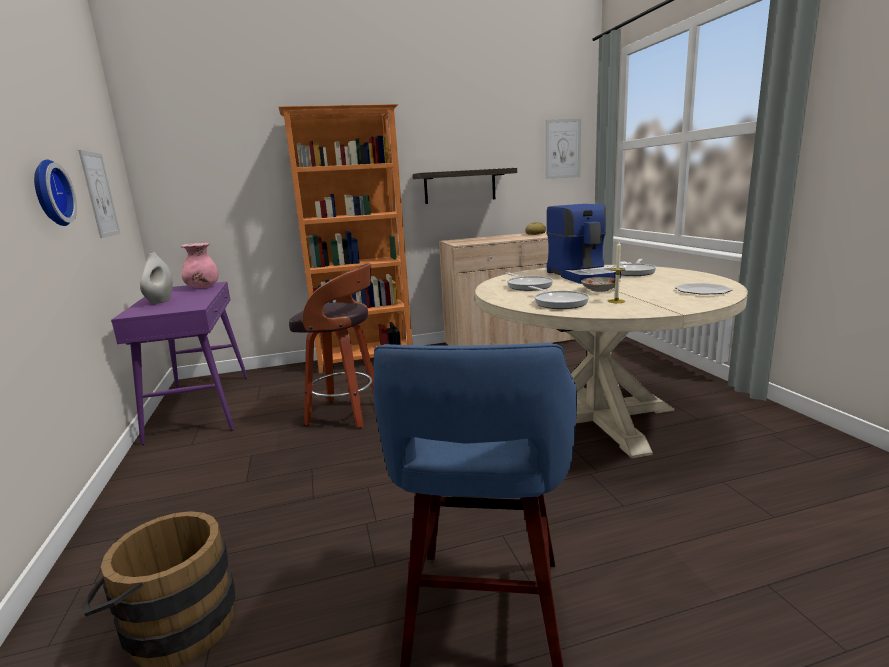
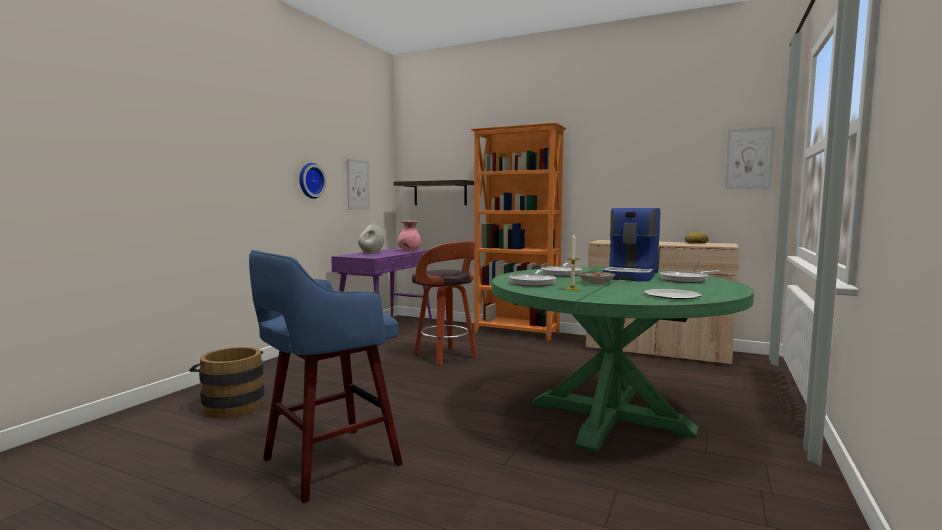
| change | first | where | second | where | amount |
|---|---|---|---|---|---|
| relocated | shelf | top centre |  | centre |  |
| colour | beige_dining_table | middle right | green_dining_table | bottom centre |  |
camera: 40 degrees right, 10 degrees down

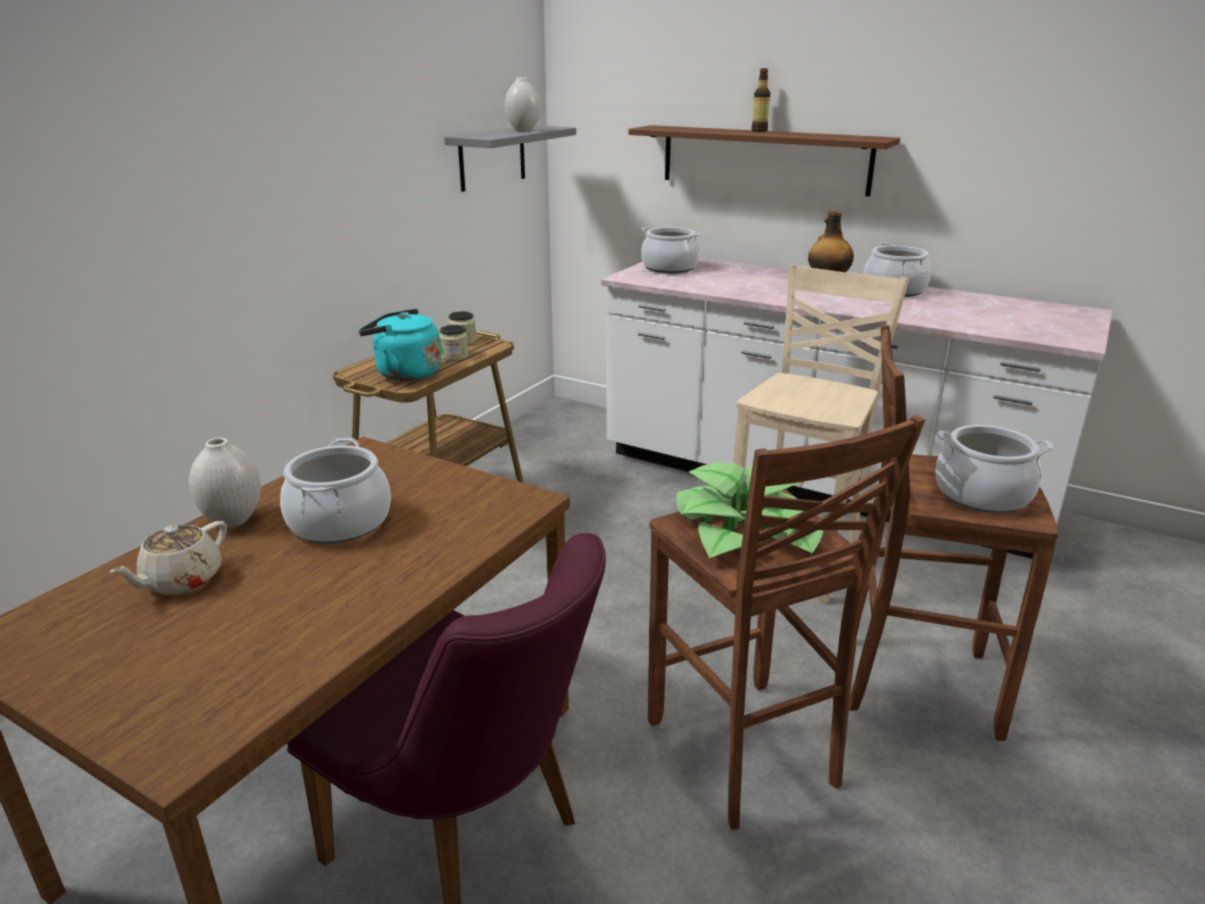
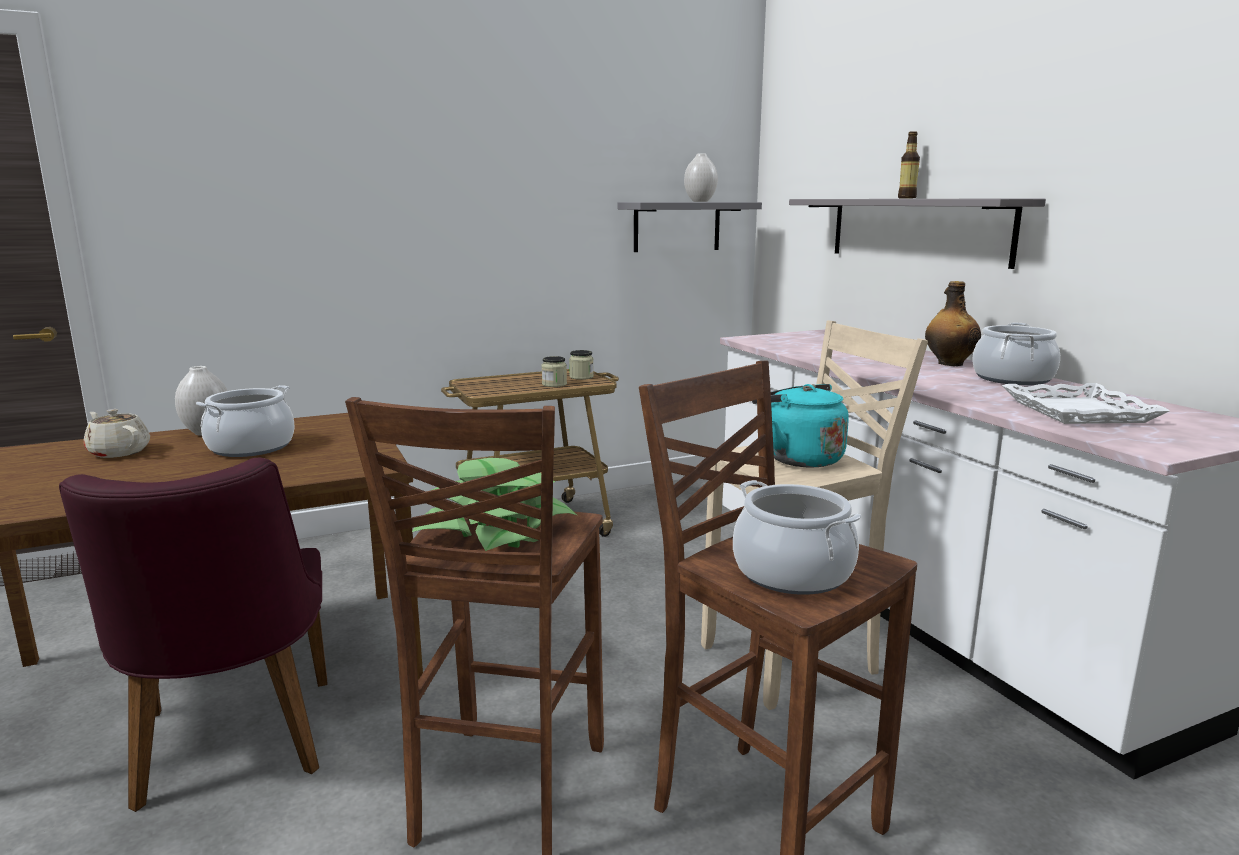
| change | first | where | second | where | amount |
|---|---|---|---|---|---|
| missing | cooking_pot (no. 2 from left) | top centre |  |  |  |
| appeared |  |  | white_tray | middle right |  |
| relocated | turquoise_kettle | middle left |  | centre |  |
| colour | brown_shelf | top centre | grey_shelf (no. 2 from left) | top right |  |
| spun | beige_teapot | middle left |  | middle left | 60 degrees clockwise |
camera: 35 degrees right, 10 degrees down

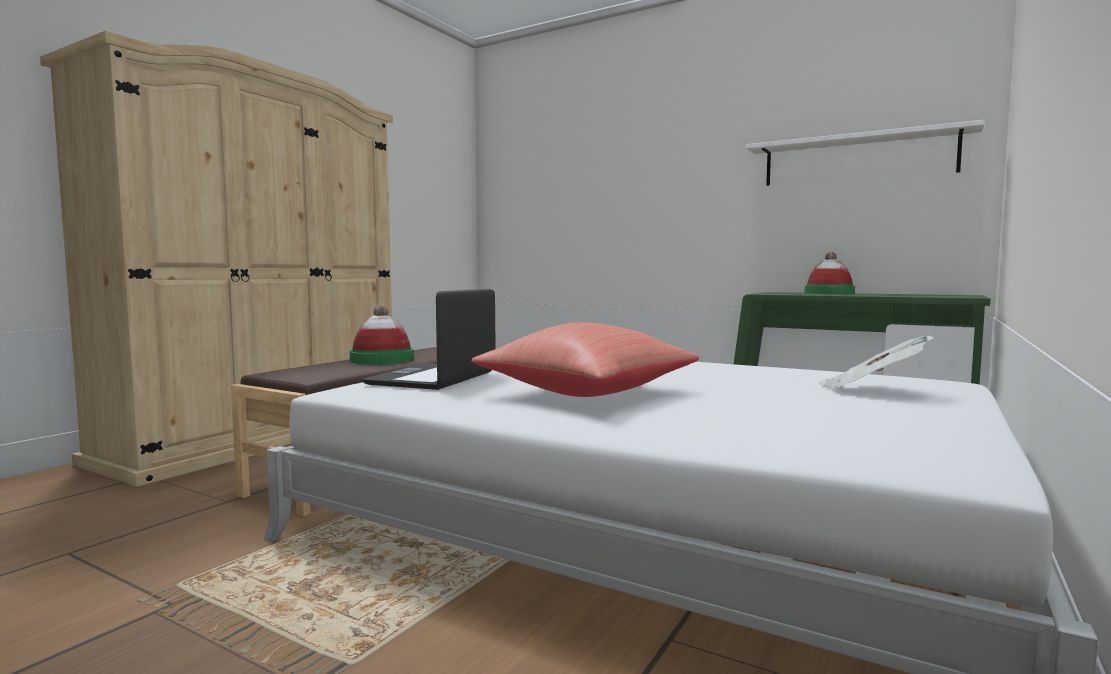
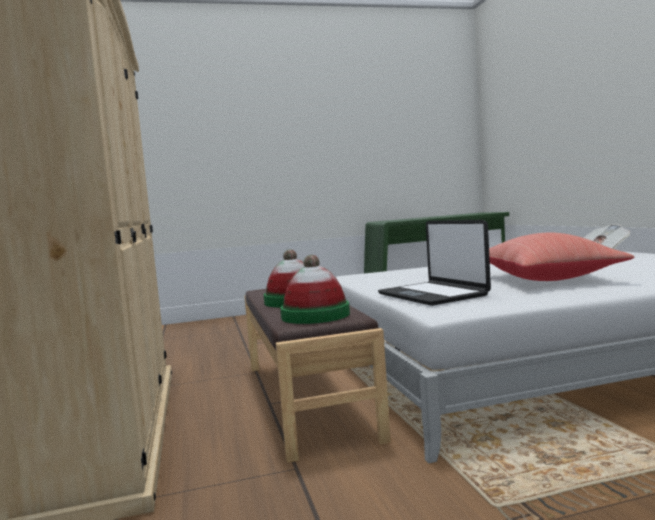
| change | first | where | second | where | amount |
|---|---|---|---|---|---|
| missing | white_shelf | top right |  |  |  |
| relocated | hat (no. 2 from left) | middle right |  | centre |  |
camera: 45 degrees left, 0 degrees up

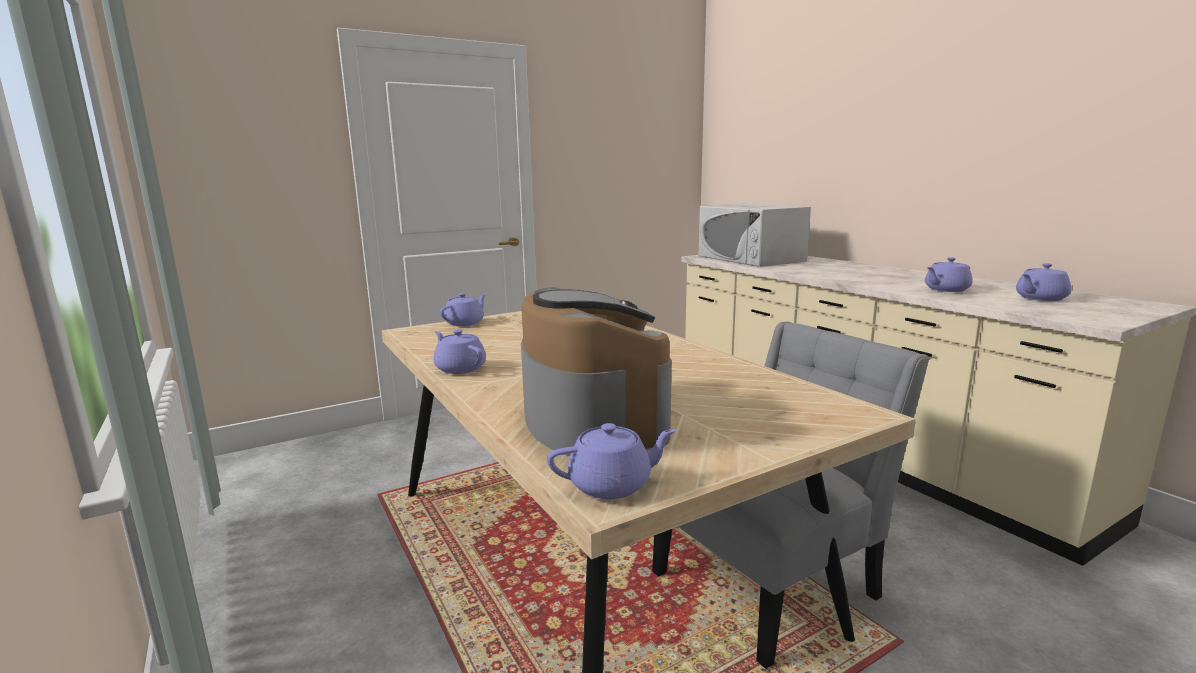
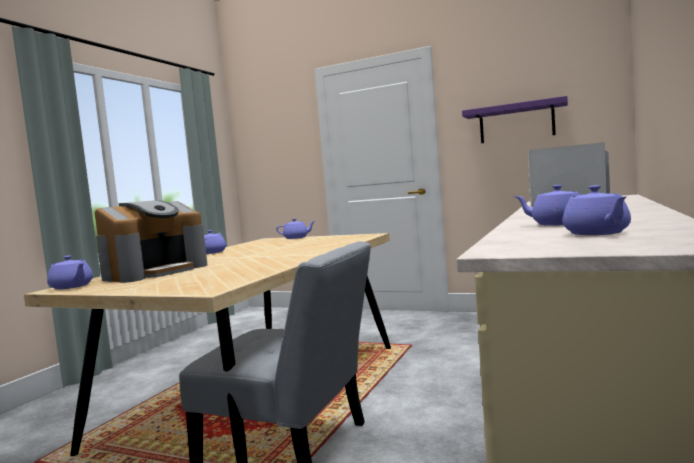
| change | first | where | second | where | amount |
|---|---|---|---|---|---|
| appeared |  |  | purple_shelf | top right |  |
| spun | purple_teapot (no. 5 from left) | middle right |  | middle right | 120 degrees counterclockwise |
camera: 55 degrees right, 10 degrees down

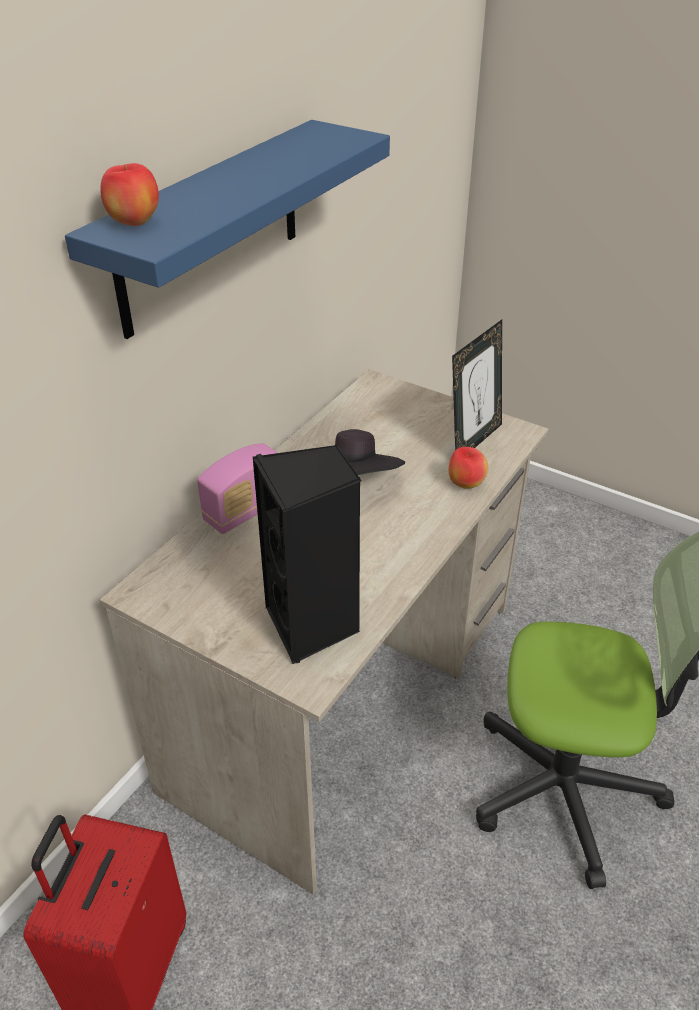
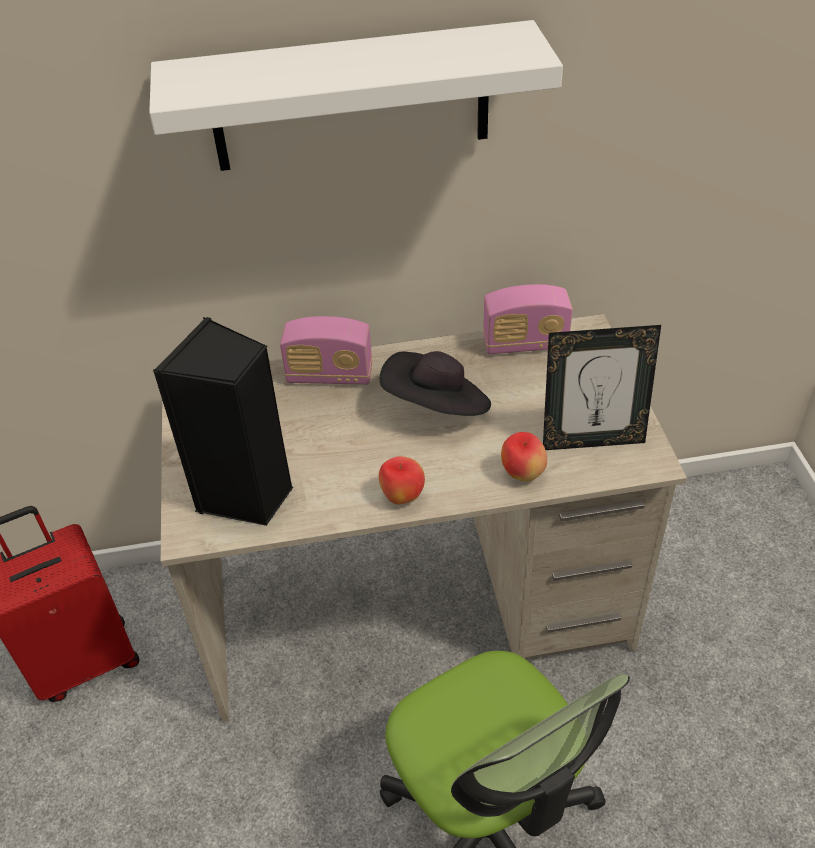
| change | first | where | second | where | amount |
|---|---|---|---|---|---|
| appeared |  |  | radio (no. 2 from left) | centre |  |
| relocated | apple (no. 1 from left) | top left |  | centre |  |
| colour | blue_shelf | top left | white_shelf | top centre |  |
camera: 50 degrees right, 5 degrees up

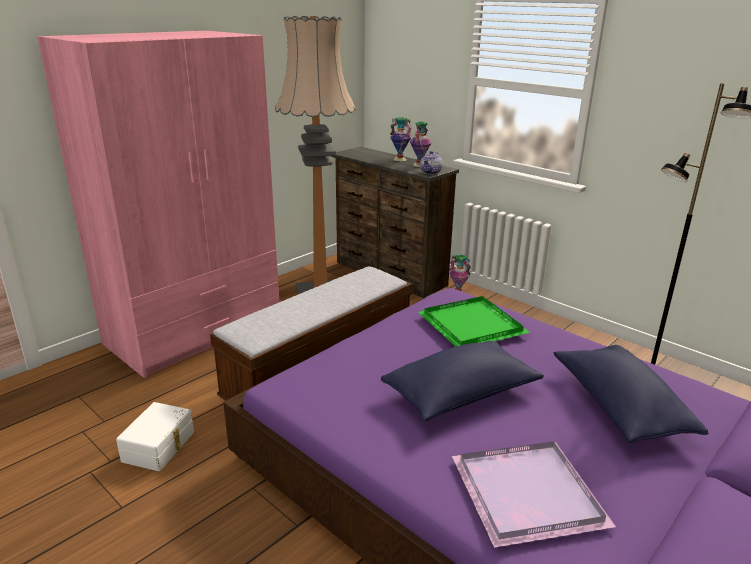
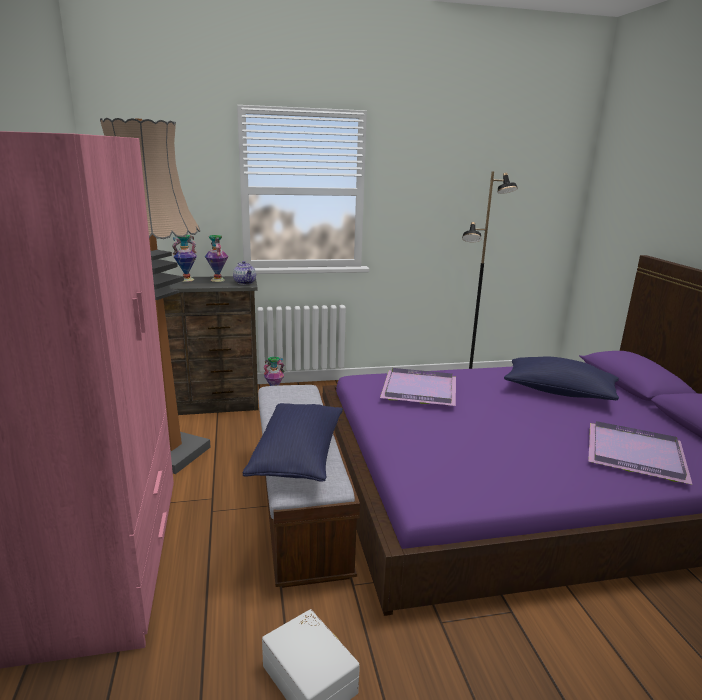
| change | first | where | second | where | amount |
|---|---|---|---|---|---|
| relocated | blue_pillow (no. 1 from left) | bottom centre |  | centre |  |
| colour | green_tray | centre | purple_tray (no. 1 from left) | centre |  |
camera: 55 degrees left, 5 degrees down

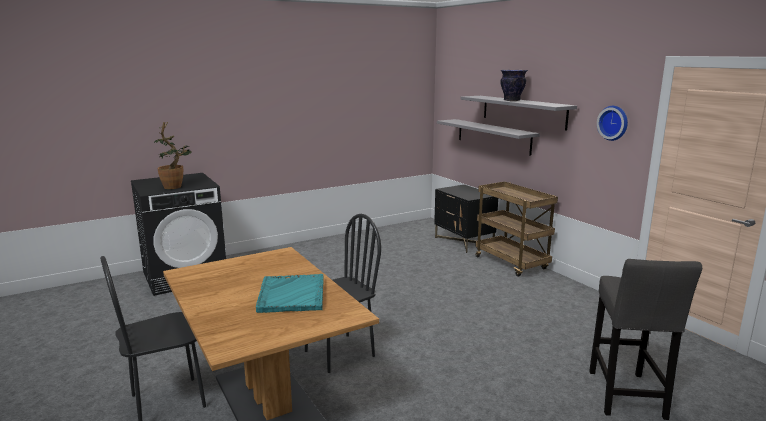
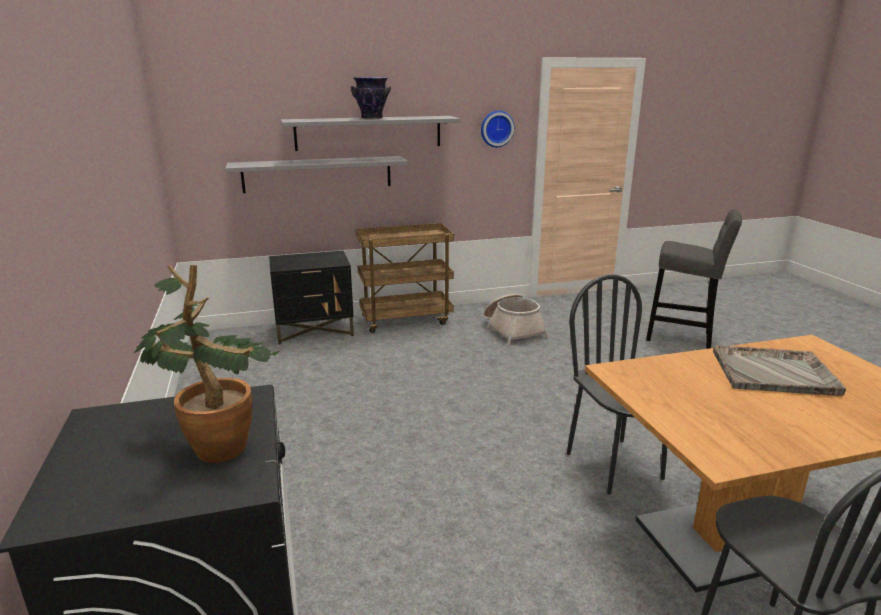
| change | first | where | second | where | amount |
|---|---|---|---|---|---|
| appeared |  |  | basket | centre |  |
| colour | turquoise_tray | bottom centre | grey_tray | middle right |  |
camera: 75 degrees left, 5 degrees up

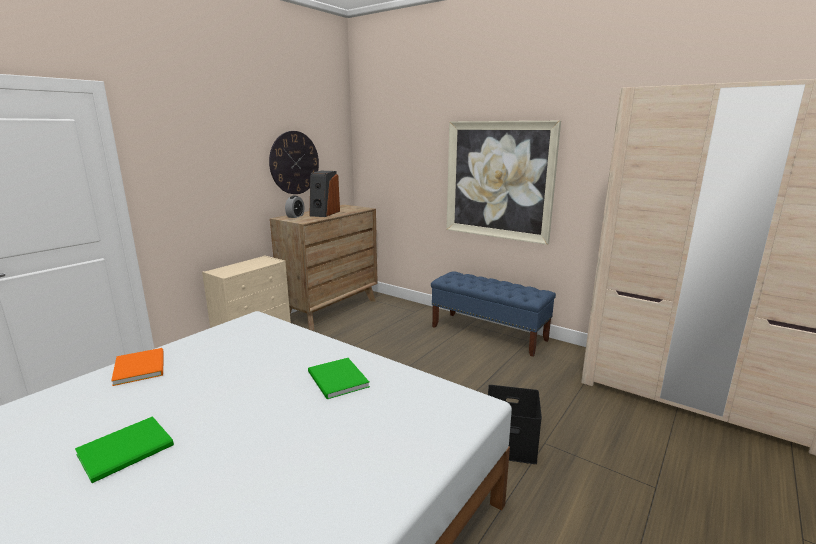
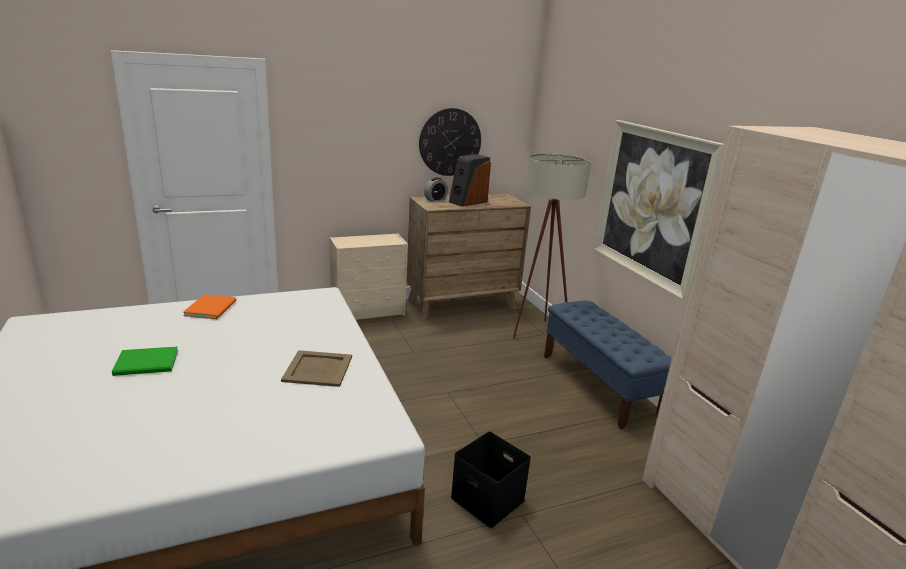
| change | first | where | second | where | amount |
|---|---|---|---|---|---|
| appeared |  |  | beige_floor_lamp | centre |  |
| exchanged | green_book (no. 2 from left) | bottom centre | beige_tray | centre |  |
camera: 30 degrees right, 5 degrees up

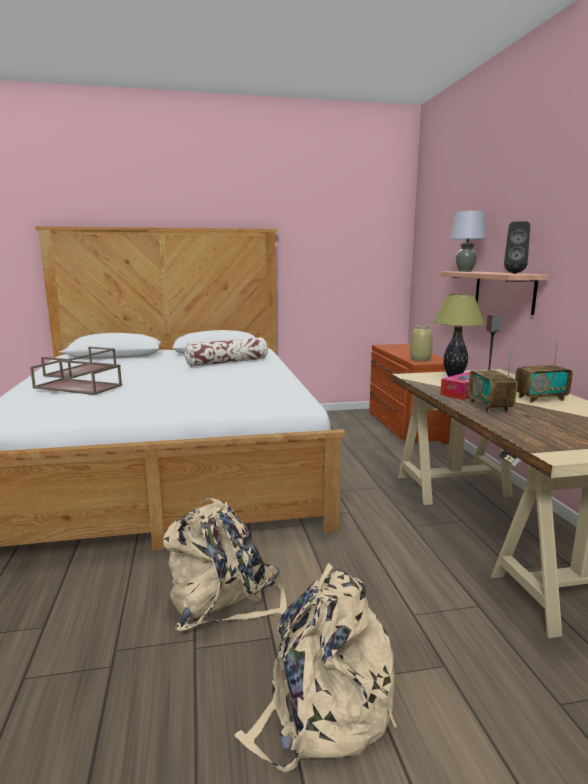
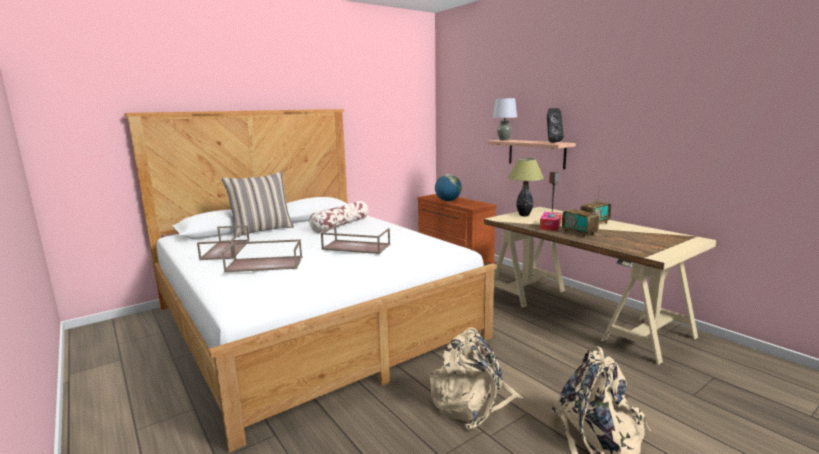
| change | first | where | second | where | amount |
|---|---|---|---|---|---|
| missing | beige_vase | middle right |  |  |  |
| appeared |  |  | pillow (no. 1 from left) | middle left |  |
| appeared |  |  | brown_tray (no. 3 from left) | centre |  |
| appeared |  |  | globe | centre |  |
camera: 25 degrees left, 0 degrees up

